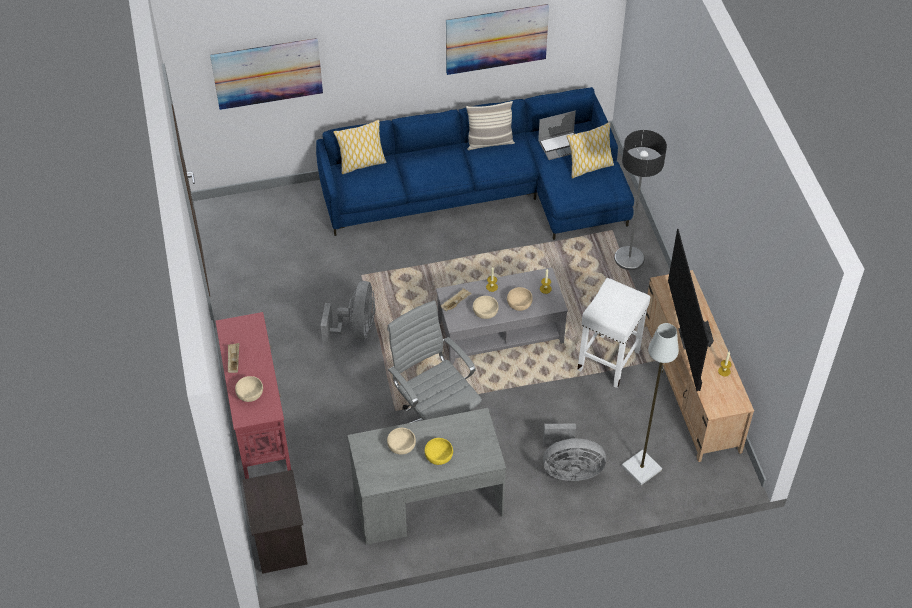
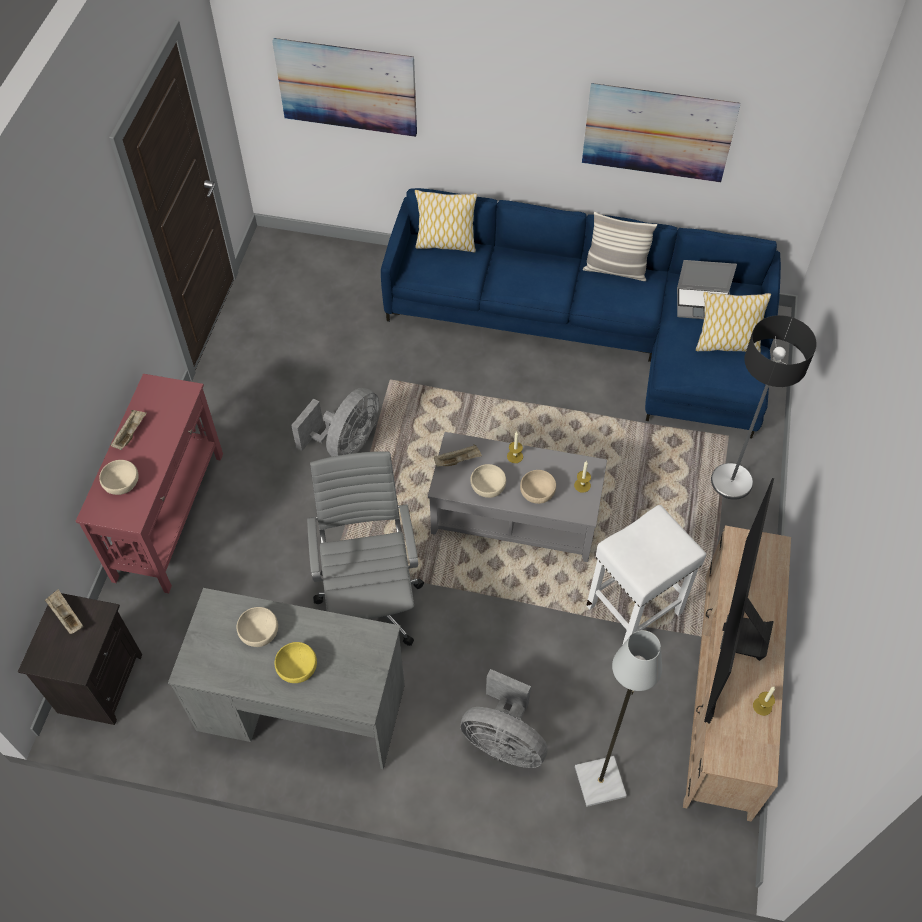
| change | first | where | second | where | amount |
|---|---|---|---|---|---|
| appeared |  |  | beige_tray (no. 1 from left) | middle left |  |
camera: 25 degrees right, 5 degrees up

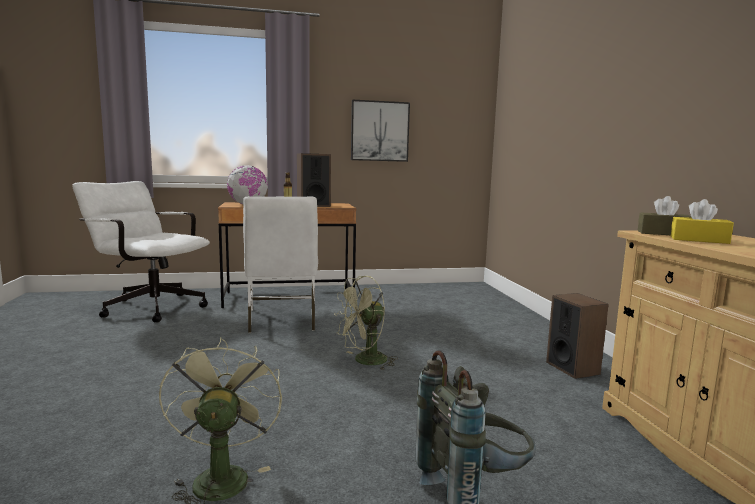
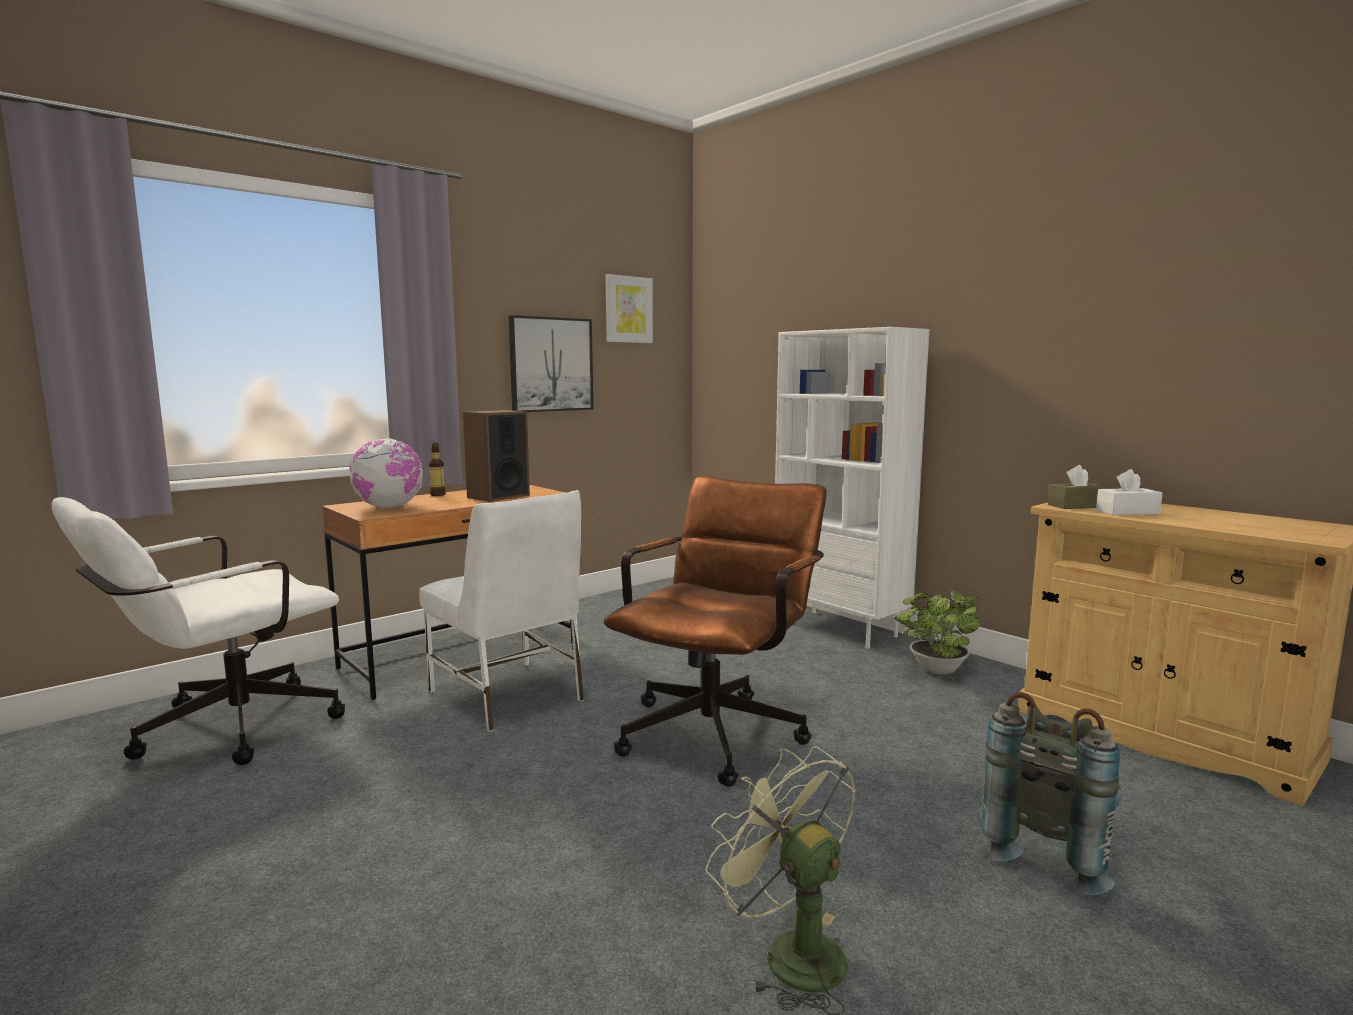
| change | first | where | second | where | amount |
|---|---|---|---|---|---|
| appeared |  |  | picture (no. 2 from left) | top centre |  |
| appeared |  |  | white_bookcase | centre |  |
| exchanged | green_fan (no. 2 from left) | centre | brown_office_chair | centre |  |
| exchanged | speaker (no. 2 from left) | bottom right | potted_plant | middle right |  |
| colour | yellow_tissue_box | middle right | white_tissue_box | middle right |  |
| spun | white_office_chair | middle left |  | middle left | 45 degrees counterclockwise |
camera: 30 degrees left, 0 degrees up

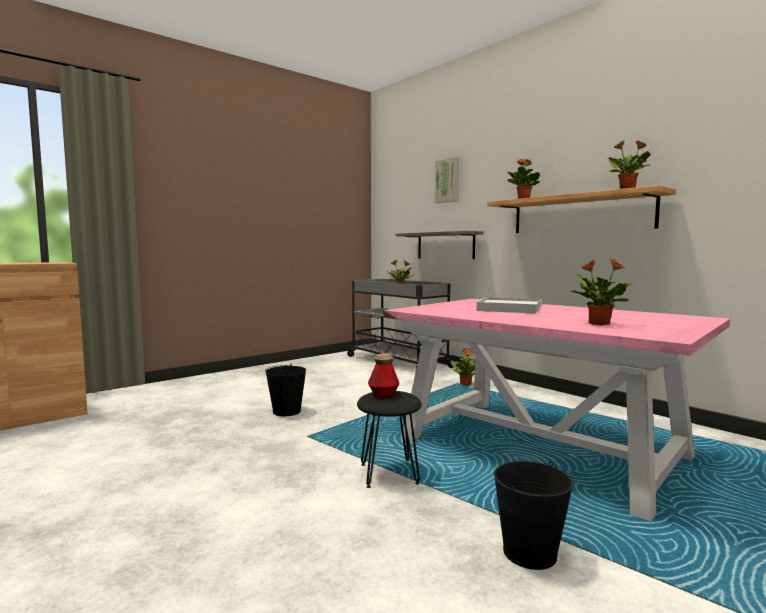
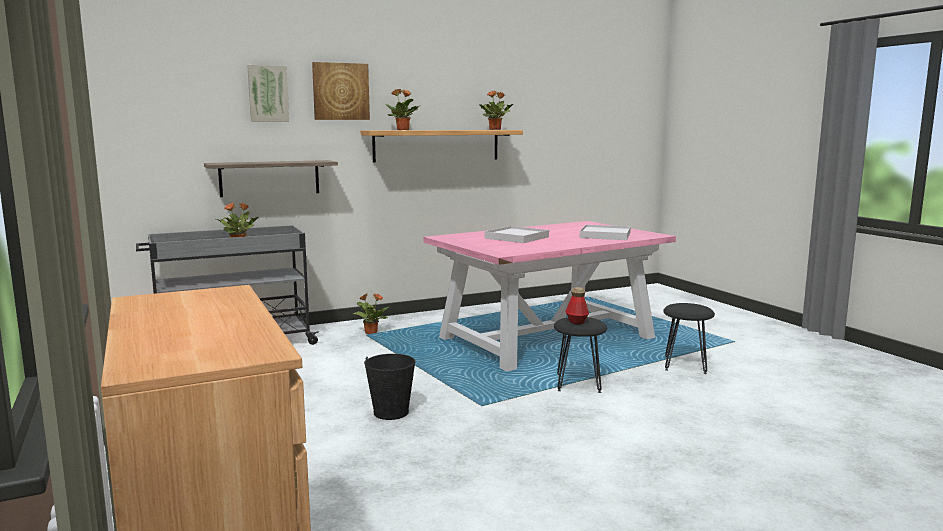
| change | first | where | second | where | amount |
|---|---|---|---|---|---|
| appeared |  |  | picture (no. 2 from left) | top centre |  |
| exchanged | black_bucket (no. 2 from left) | bottom right | black_stool (no. 2 from left) | middle right |  |
| exchanged | potted_plant (no. 4 from left) | middle right | white_tray (no. 2 from left) | centre |  |
camera: 75 degrees left, 5 degrees up

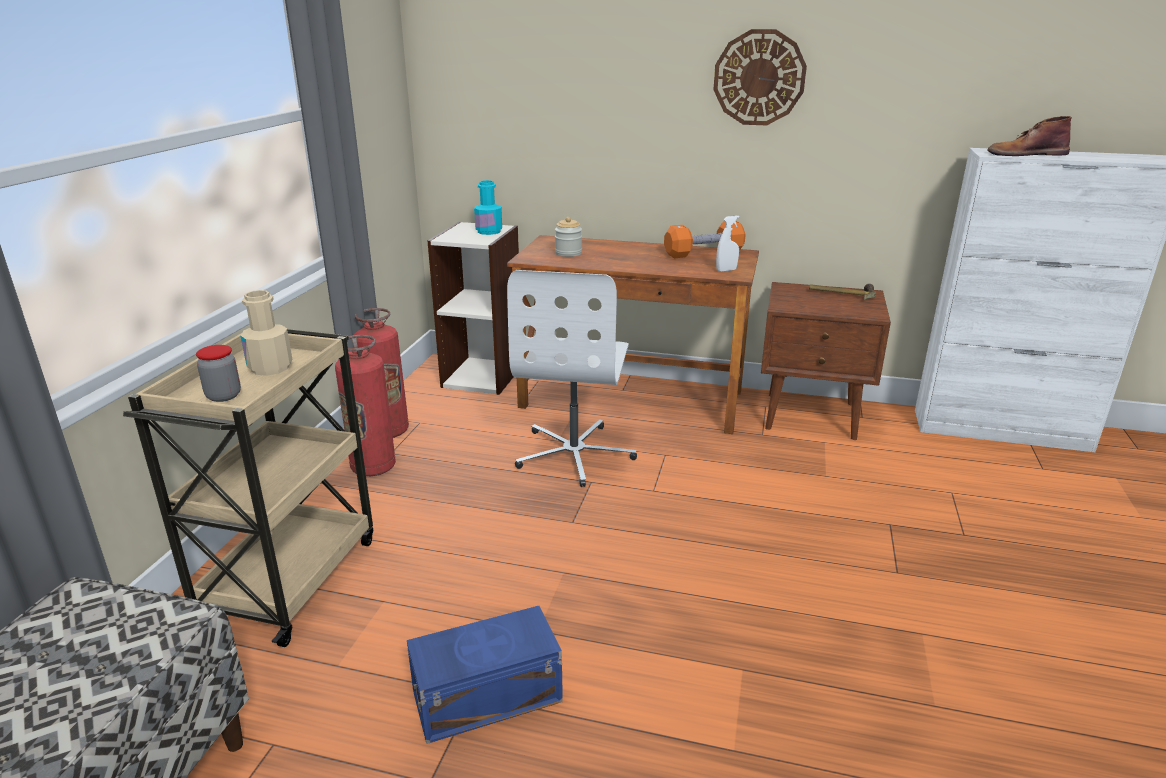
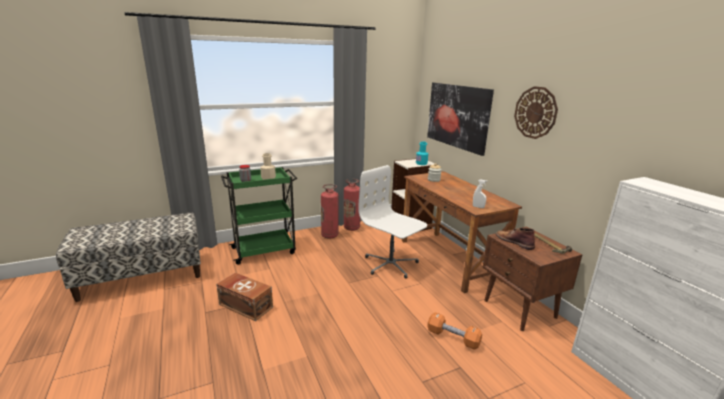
| change | first | where | second | where | amount |
|---|---|---|---|---|---|
| appeared |  |  | picture | top centre |  |
| relocated | orange_dumbbell | top centre |  | bottom centre |  |
| relocated | brown_boot | top right |  | middle right |  |
| colour | beige_cart | middle left | green_cart | centre |  |
| colour | blue_storage_box | bottom centre | brown_storage_box | bottom centre |  |
| spun | white_office_chair | centre |  | centre | 75 degrees clockwise |
camera: 50 degrees right, 5 degrees down

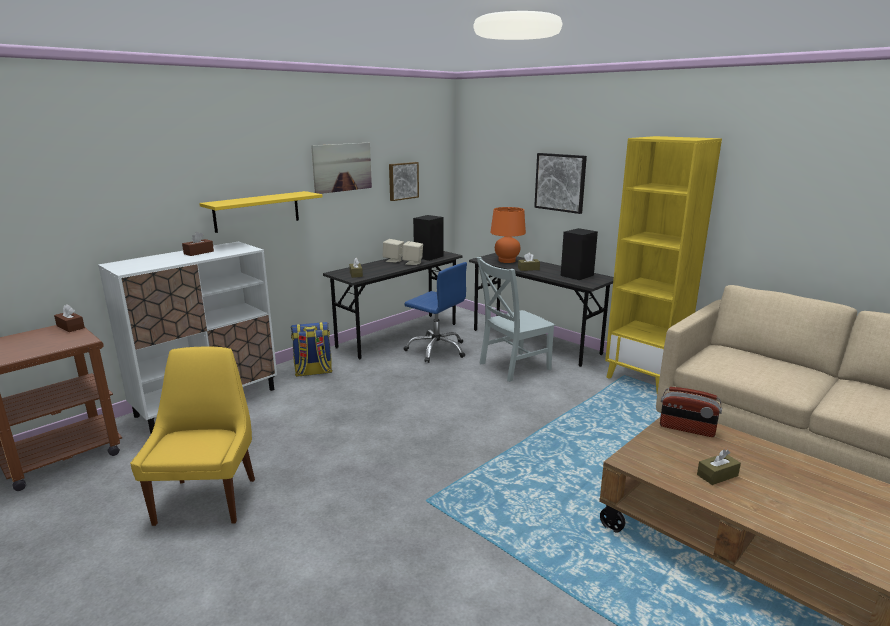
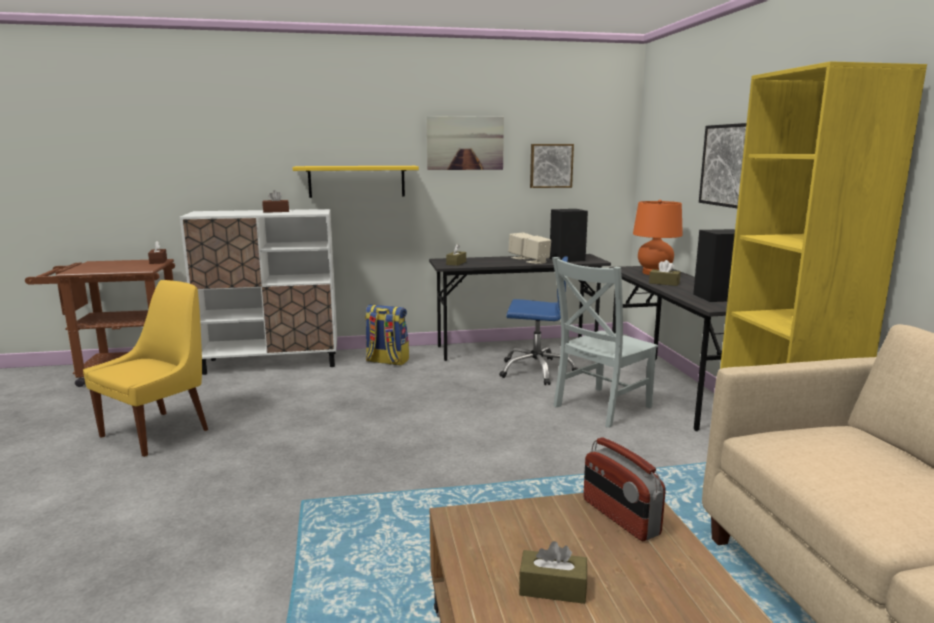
| change | first | where | second | where | amount |
|---|---|---|---|---|---|
| spun | blue_office_chair | centre |  | centre | 60 degrees counterclockwise |
| spun | grey_chair | centre |  | centre | 45 degrees counterclockwise |
camera: 35 degrees right, 5 degrees down

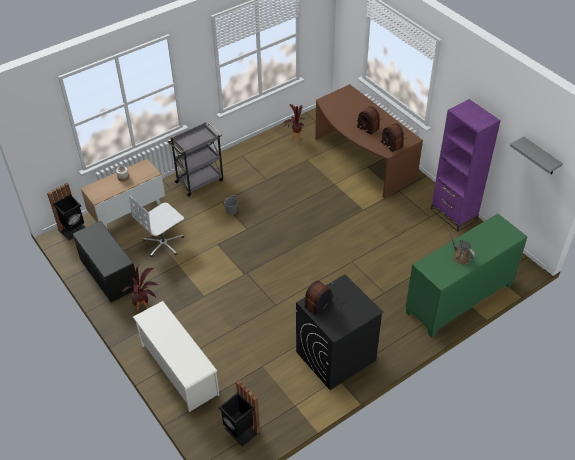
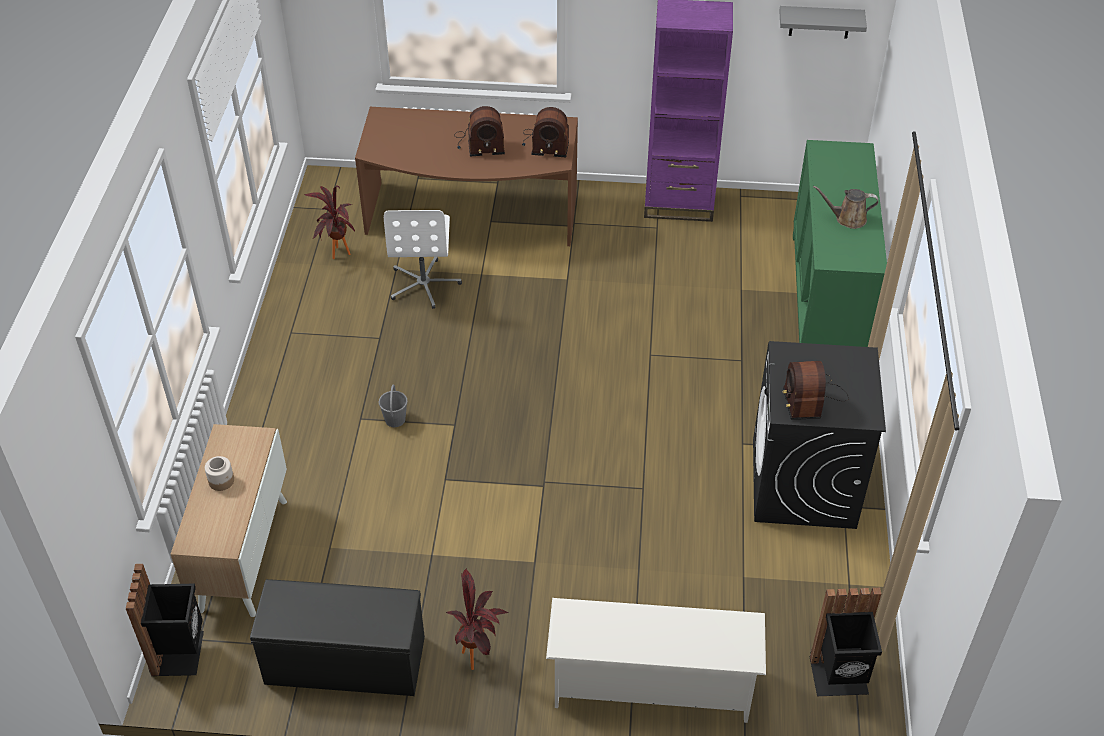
| change | first | where | second | where | amount |
|---|---|---|---|---|---|
| missing | grey_cart | centre |  |  |  |
| relocated | white_office_chair | middle left |  | centre |  |
camera: 50 degrees left, 0 degrees up

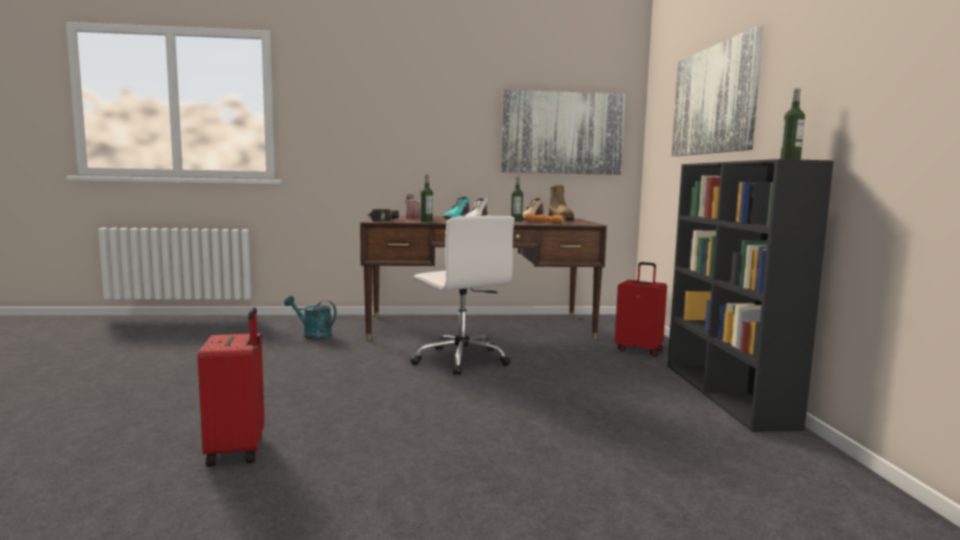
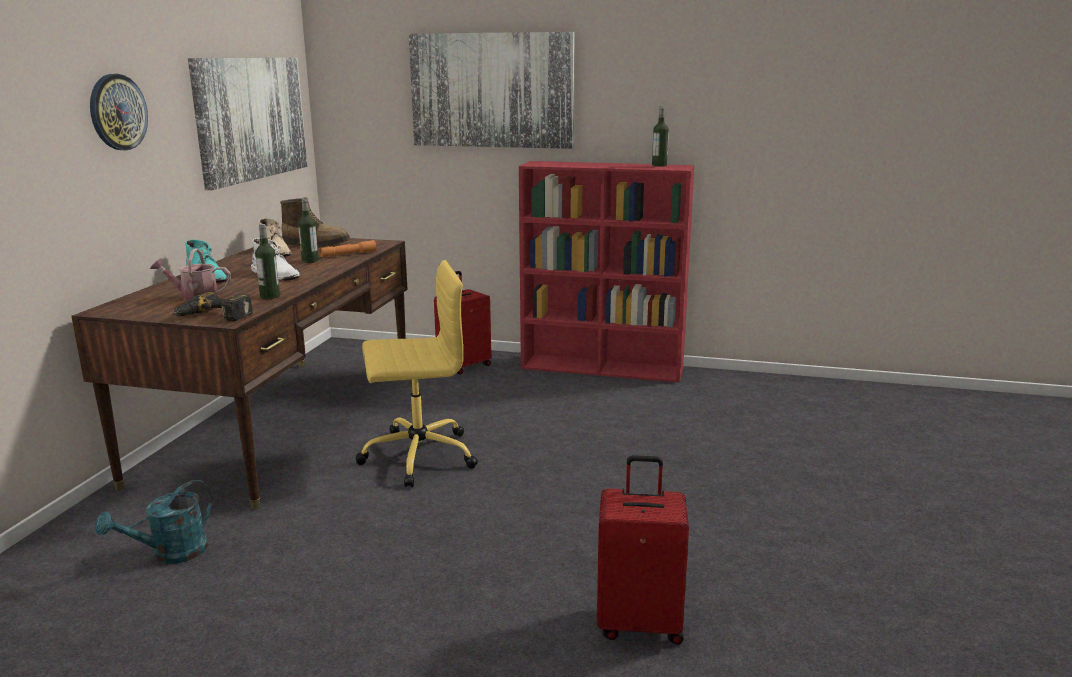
| change | first | where | second | where | amount |
|---|---|---|---|---|---|
| appeared |  |  | wall_clock | top left |  |
| colour | white_office_chair | centre | yellow_office_chair | centre |  |
| colour | black_bookcase | middle right | red_bookcase | centre |  |
camera: 70 degrees left, 10 degrees up

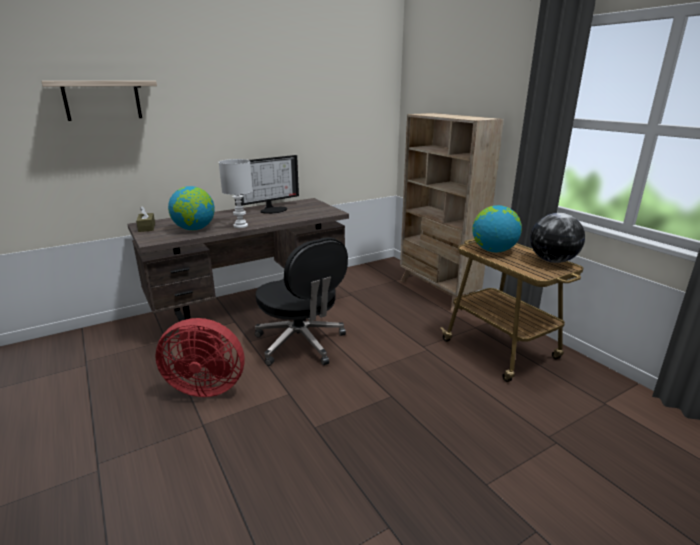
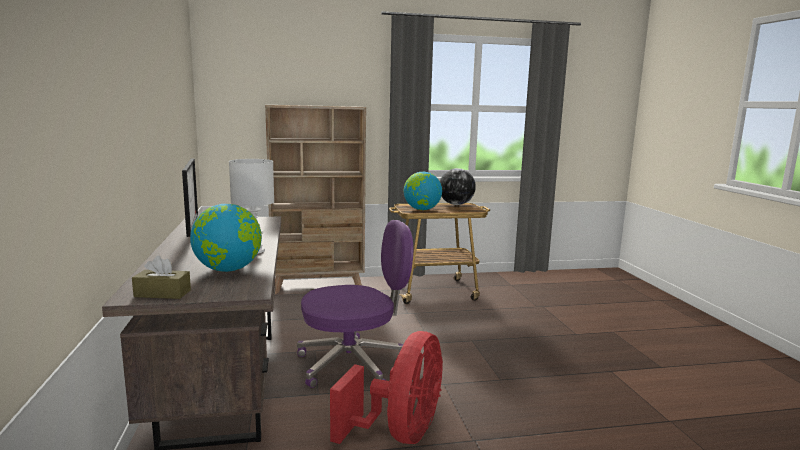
| change | first | where | second | where | amount |
|---|---|---|---|---|---|
| missing | shelf | top left |  |  |  |
| colour | black_office_chair | centre | purple_office_chair | bottom centre |  |
camera: 70 degrees left, 10 degrees down

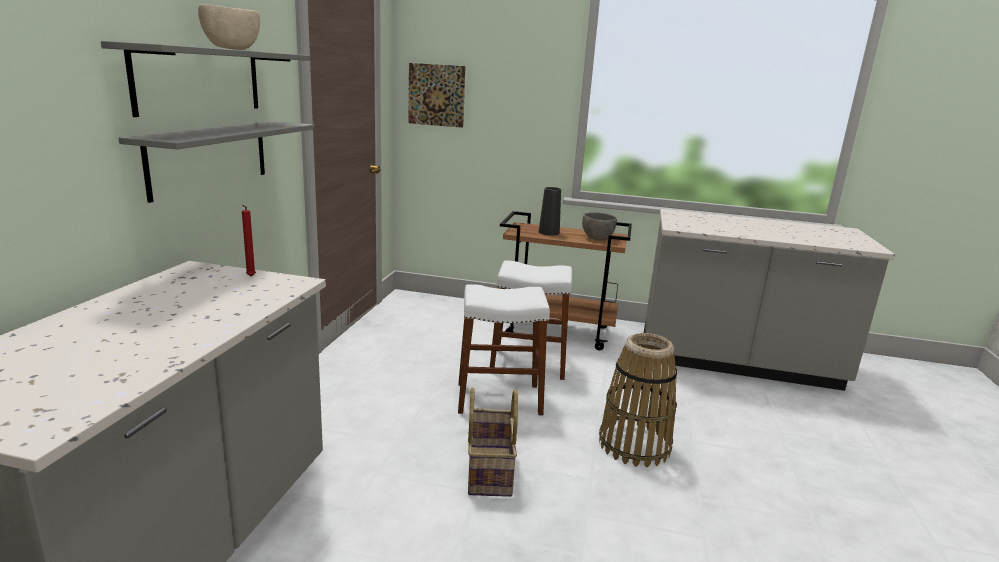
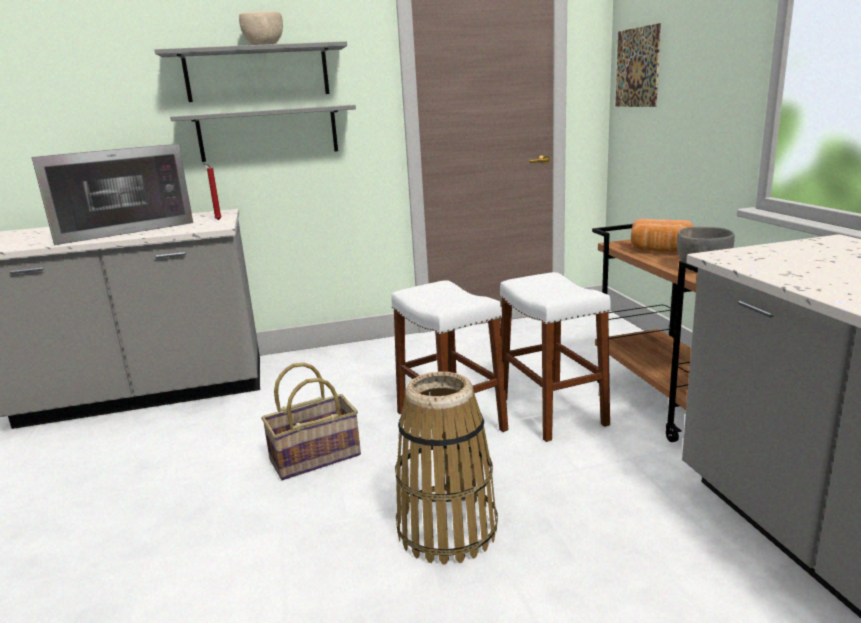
| change | first | where | second | where | amount |
|---|---|---|---|---|---|
| appeared |  |  | microwave | top left |  |
| exchanged | black_vase | centre | bread | middle right |  |
camera: 65 degrees right, 0 degrees up

